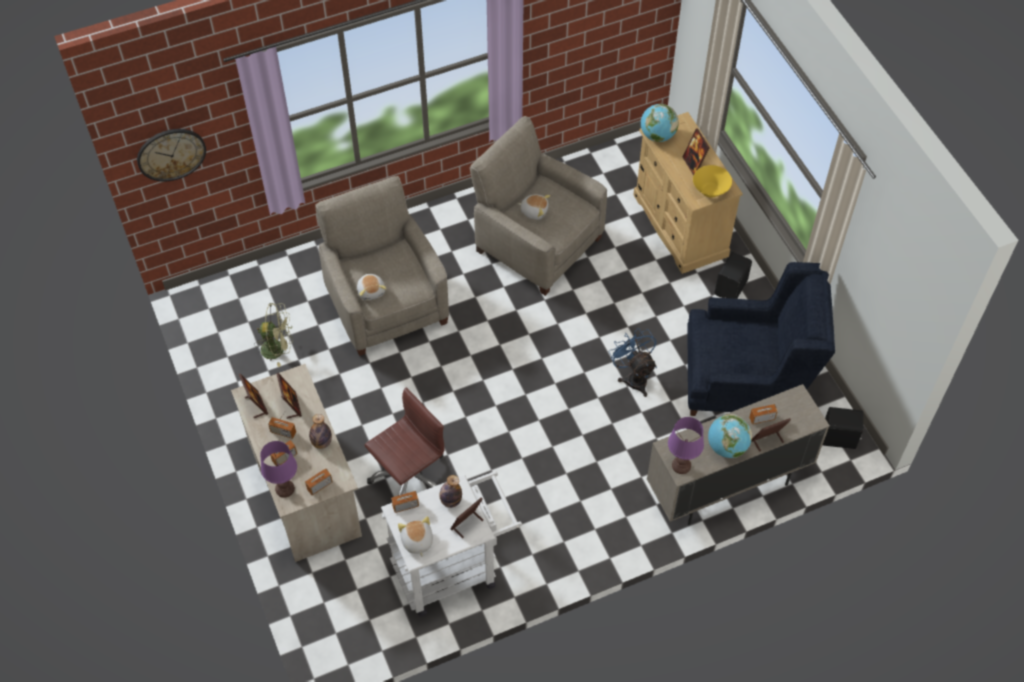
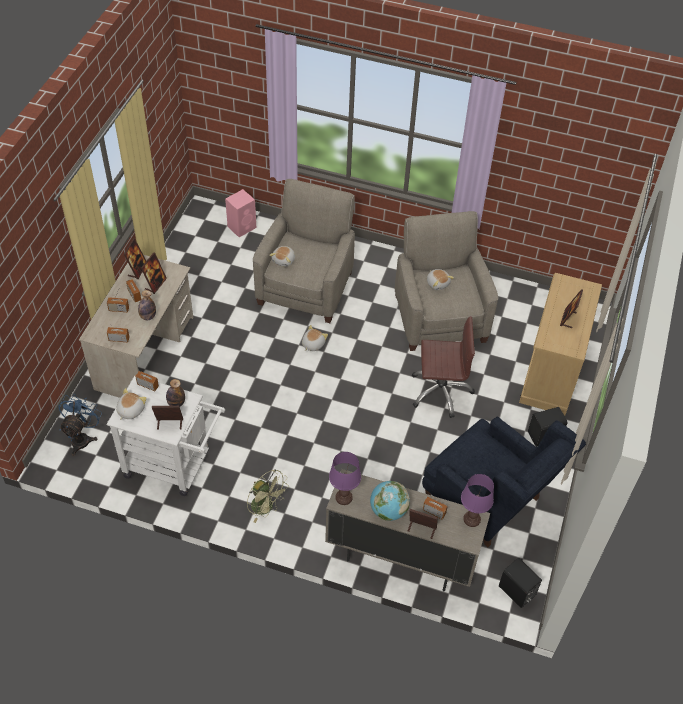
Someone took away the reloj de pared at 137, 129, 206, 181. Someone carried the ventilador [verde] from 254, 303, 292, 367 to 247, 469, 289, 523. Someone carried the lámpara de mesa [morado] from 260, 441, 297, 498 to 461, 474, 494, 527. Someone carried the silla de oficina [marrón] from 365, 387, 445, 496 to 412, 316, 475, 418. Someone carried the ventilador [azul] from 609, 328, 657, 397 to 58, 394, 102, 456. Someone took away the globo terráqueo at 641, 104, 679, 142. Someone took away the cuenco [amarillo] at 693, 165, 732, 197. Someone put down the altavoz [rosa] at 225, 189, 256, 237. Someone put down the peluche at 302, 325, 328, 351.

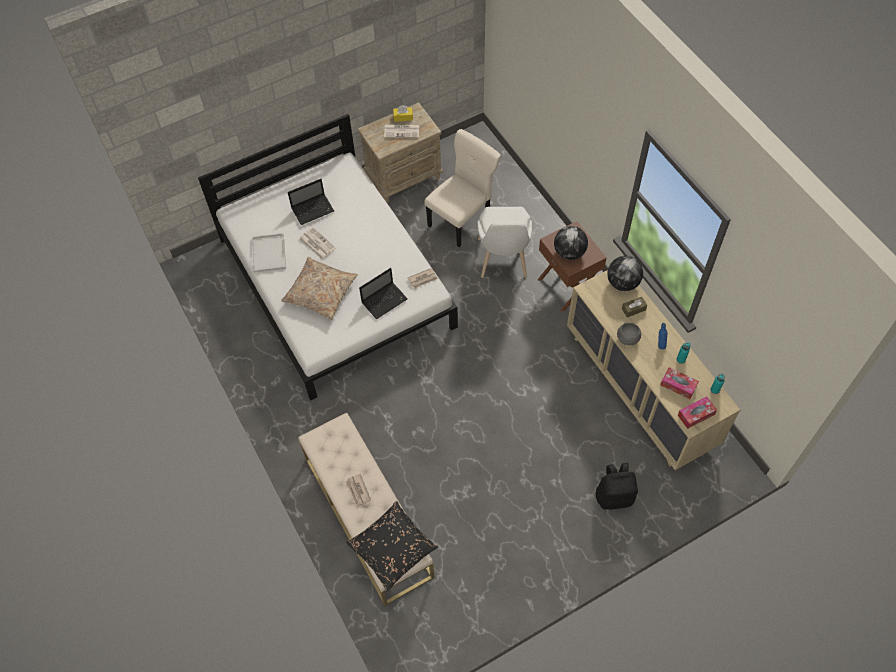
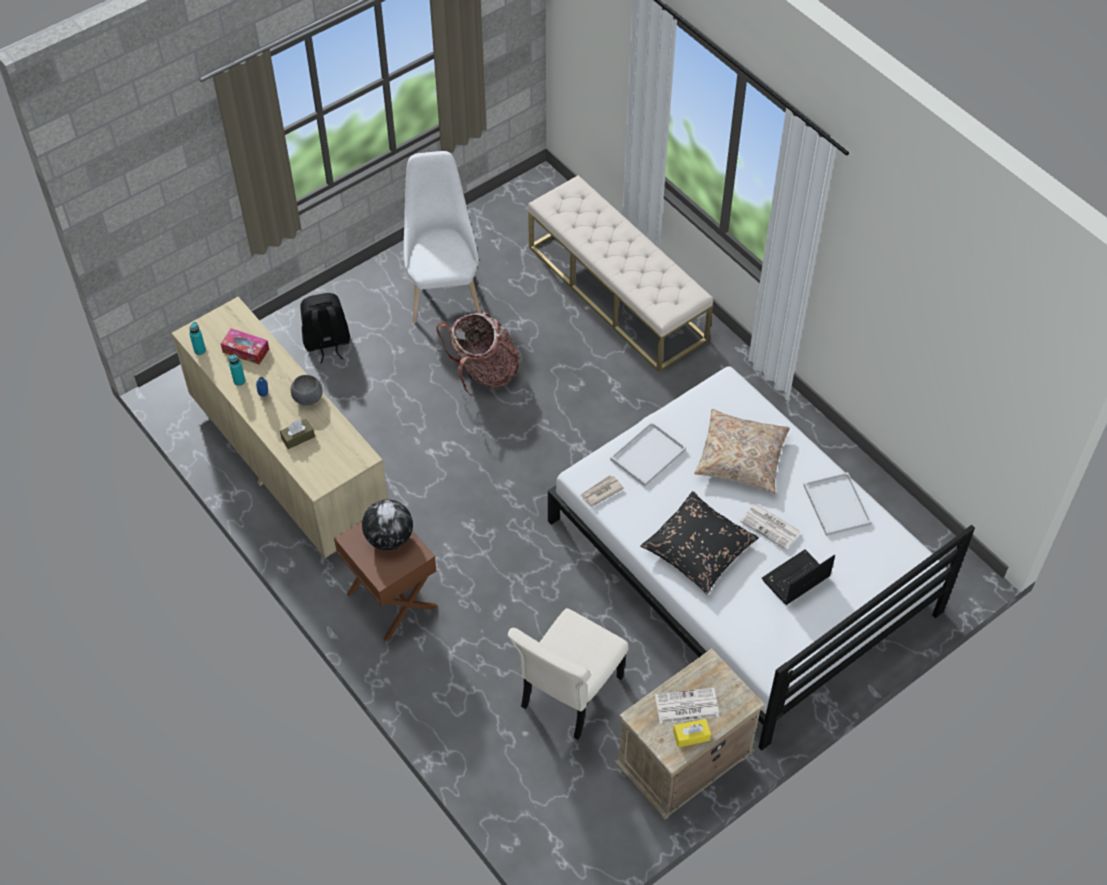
Someone took away the periódico at 345, 474, 371, 507. Someone carried the cojín [negro] from 346, 501, 438, 591 to 641, 491, 759, 594. Someone swapped the portátil at 359, 268, 408, 319 for the bandeja [blanco] at 610, 422, 686, 487. Someone carried the silla [blanco] from 477, 207, 532, 278 to 404, 151, 481, 324. Someone took away the globo terráqueo at 607, 256, 643, 291. Someone took away the caja de pañuelos at 678, 396, 717, 429. Someone put down the mochila at 436, 312, 519, 395.

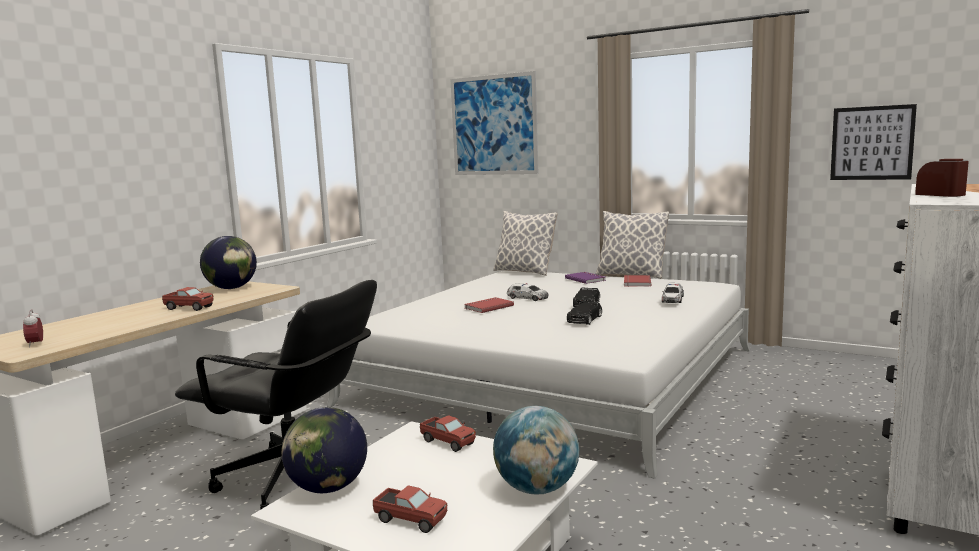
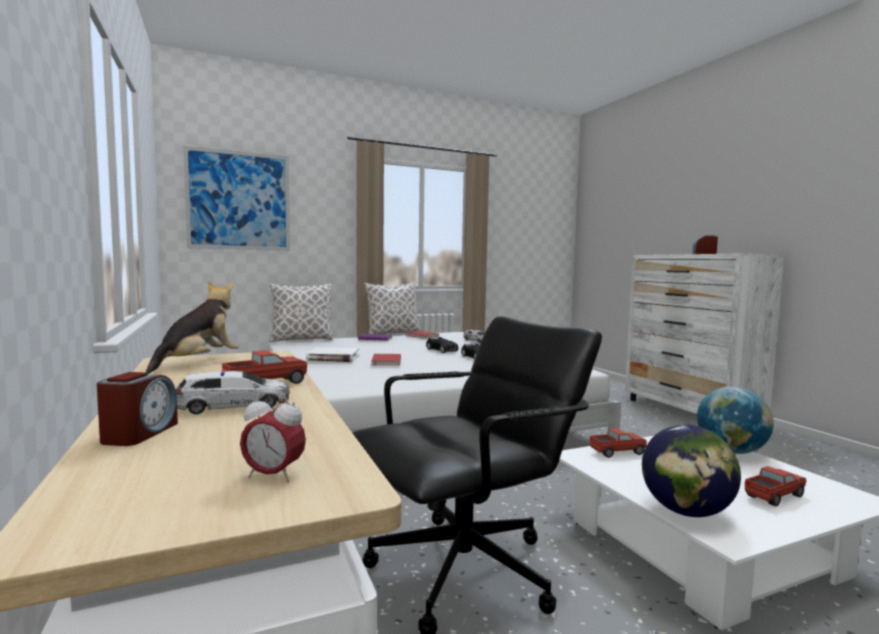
Someone swapped the globo terráqueo at 200, 236, 257, 289 for the peluche at 146, 281, 239, 374. Someone carried the coche de juguete from 507, 283, 548, 301 to 176, 369, 290, 414. Someone took away the cuadro at 830, 104, 917, 180. Someone put down the despertador at 97, 372, 178, 446. Someone put down the libro [blanco] at 306, 347, 359, 362.

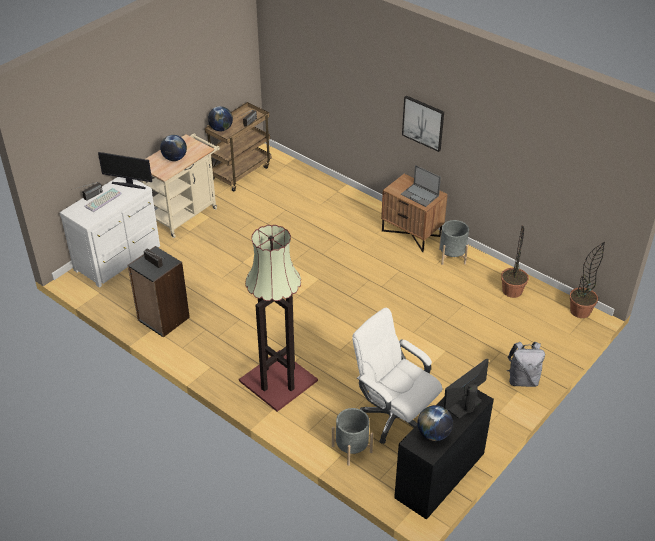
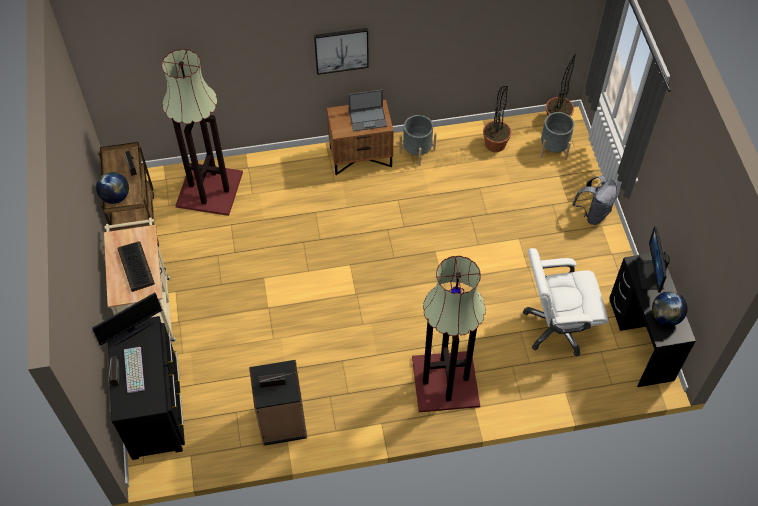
Someone repainted the cómoda [blanco] at 59, 177, 160, 288, which became the cómoda [negro] at 108, 316, 185, 460. Someone swapped the globo terráqueo at 160, 135, 187, 161 for the teclado at 118, 242, 155, 292. Someone carried the maceta [gris] from 332, 408, 373, 466 to 540, 112, 574, 160. Someone put down the lámpara de pie at 162, 49, 243, 216.

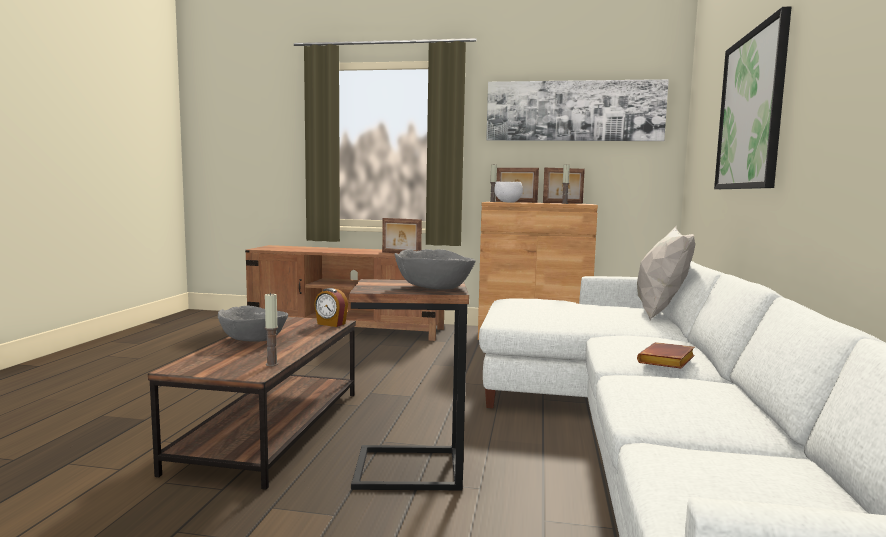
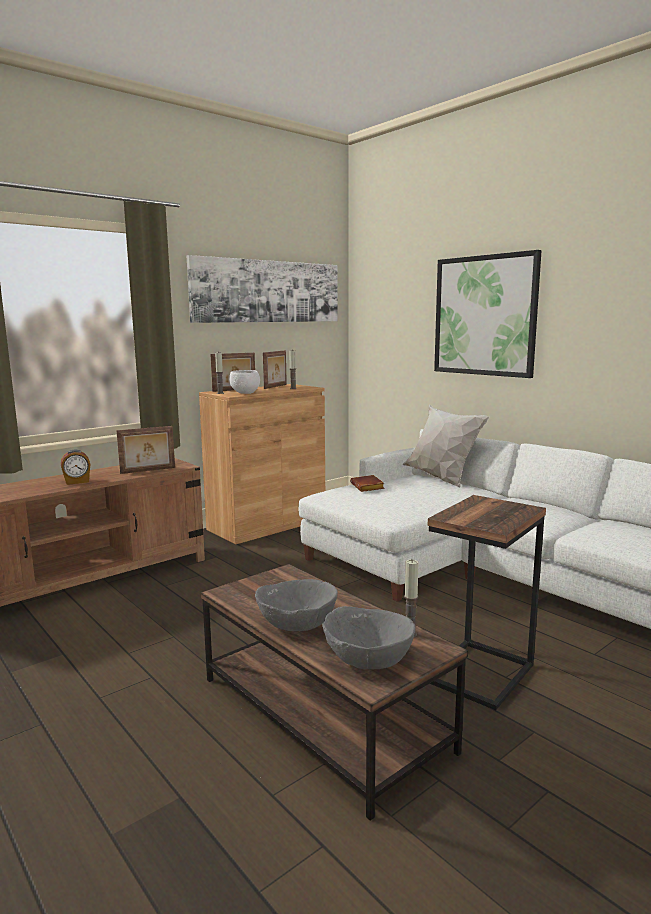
Someone carried the despertador from 314, 288, 348, 327 to 61, 450, 91, 485. Someone carried the cuenco [gris] from 395, 249, 476, 290 to 322, 606, 415, 669. Someone carried the libro [marrón] from 637, 342, 695, 369 to 350, 475, 385, 492.

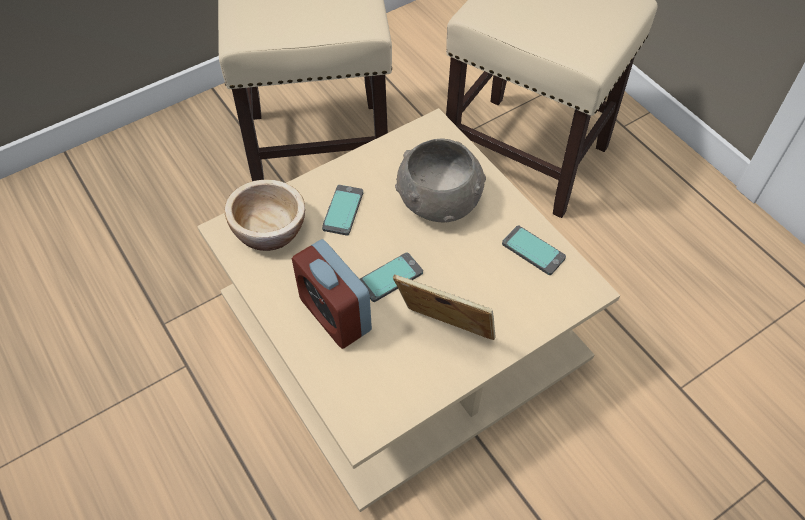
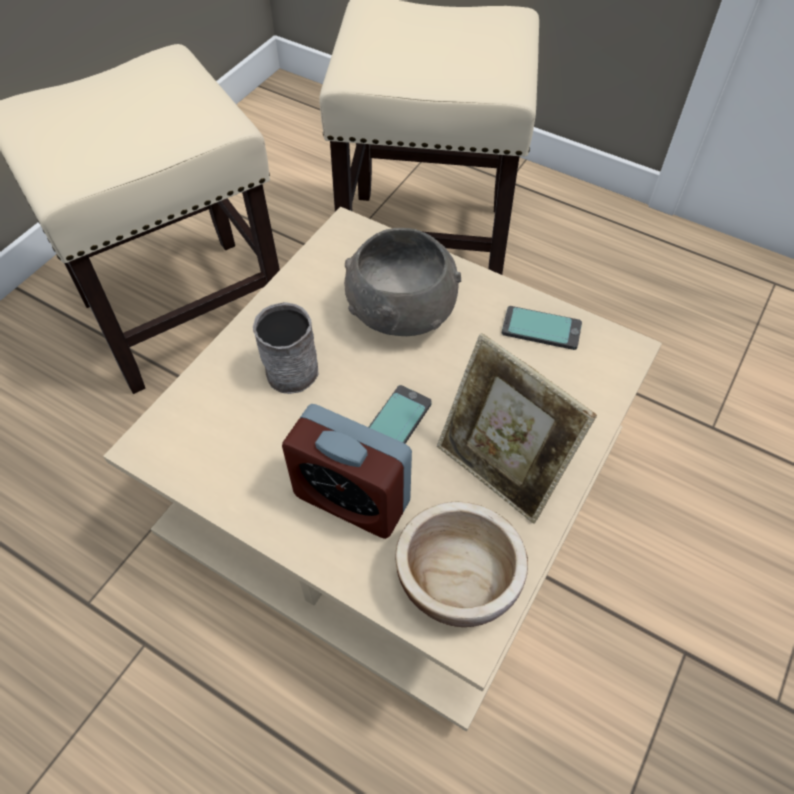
Someone carried the cuenco from 225, 180, 305, 251 to 396, 501, 528, 627. Someone swapped the móvil at 322, 185, 363, 236 for the taza grande [gris] at 253, 302, 319, 394. Someone rotated the portarretratos at 393, 274, 496, 340 by 135 degrees counterclockwise.

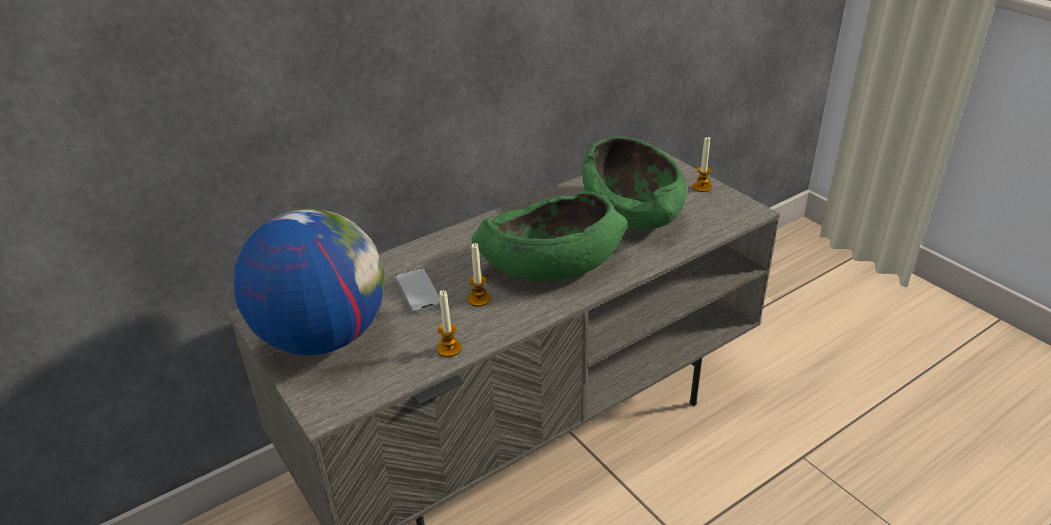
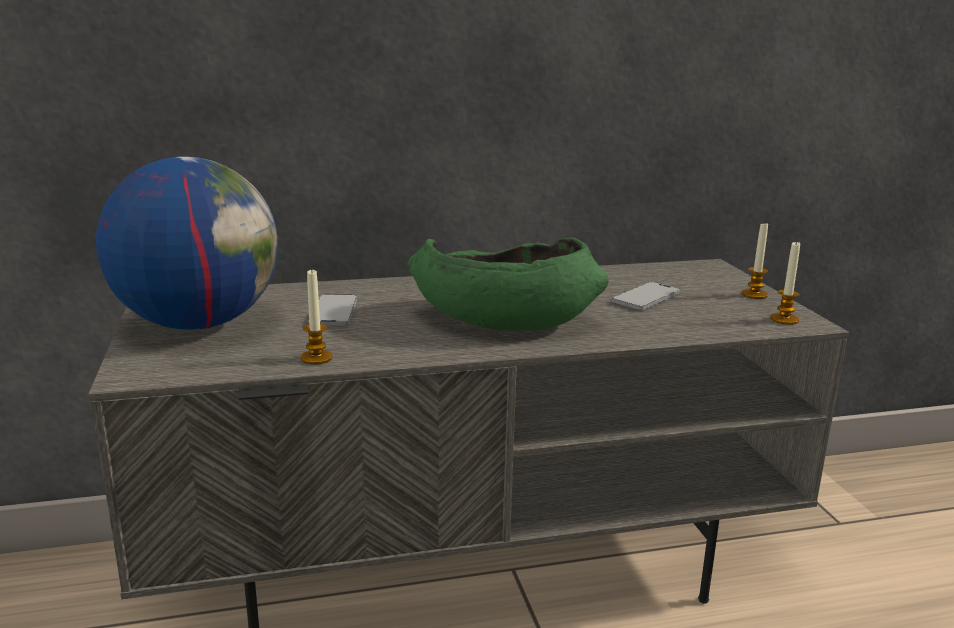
Someone carried the vela from 468, 243, 491, 307 to 770, 240, 800, 325. Someone swapped the cuenco [verde] at 583, 136, 687, 230 for the móvil at 612, 282, 680, 310.

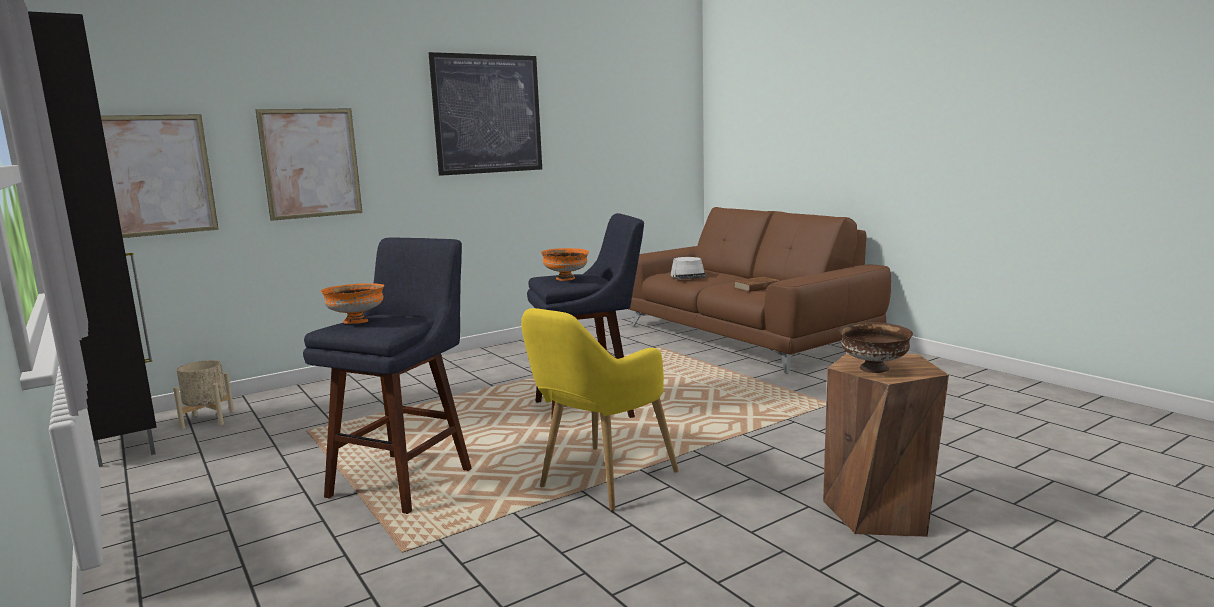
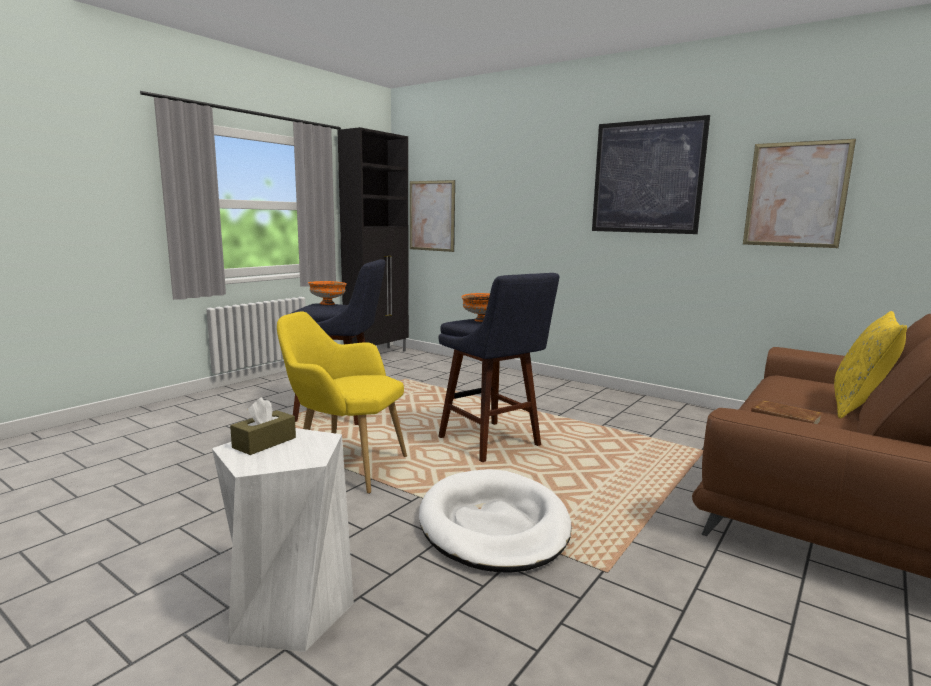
Someone took away the maceta [beis] at 173, 360, 234, 429. Someone carried the cuadro from 255, 109, 362, 221 to 743, 139, 856, 248. Someone took away the sombrero [gris] at 671, 257, 708, 279. Someone repainted the taburete [marrón] at 823, 353, 949, 537, which became the taburete [blanco] at 212, 428, 354, 652. Someone swapped the cuenco [marrón] at 840, 322, 913, 373 for the caja de pañuelos [marrón] at 230, 397, 296, 455. Someone put down the cama para perro [blanco] at 419, 469, 572, 573. Someone put down the cojín [amarillo] at 834, 311, 907, 418.

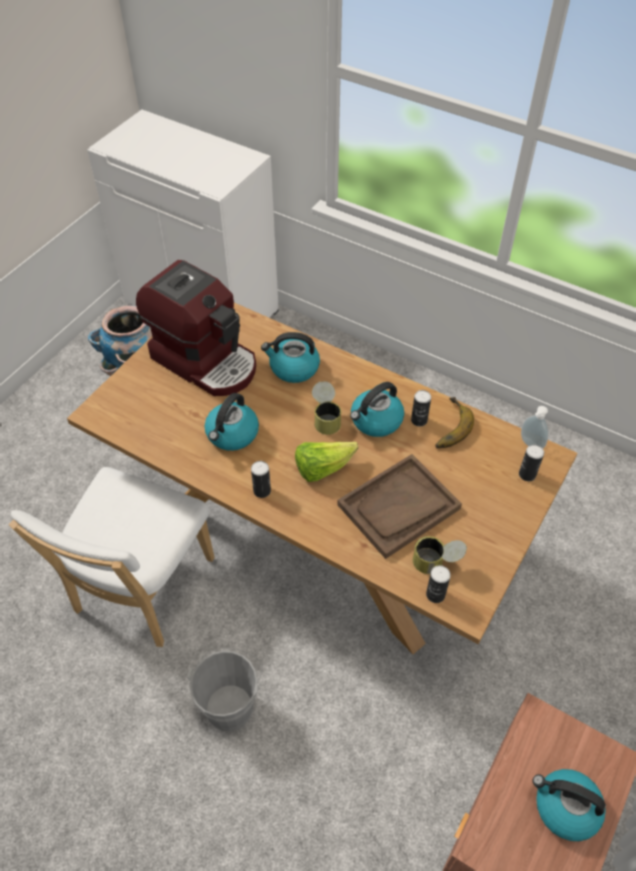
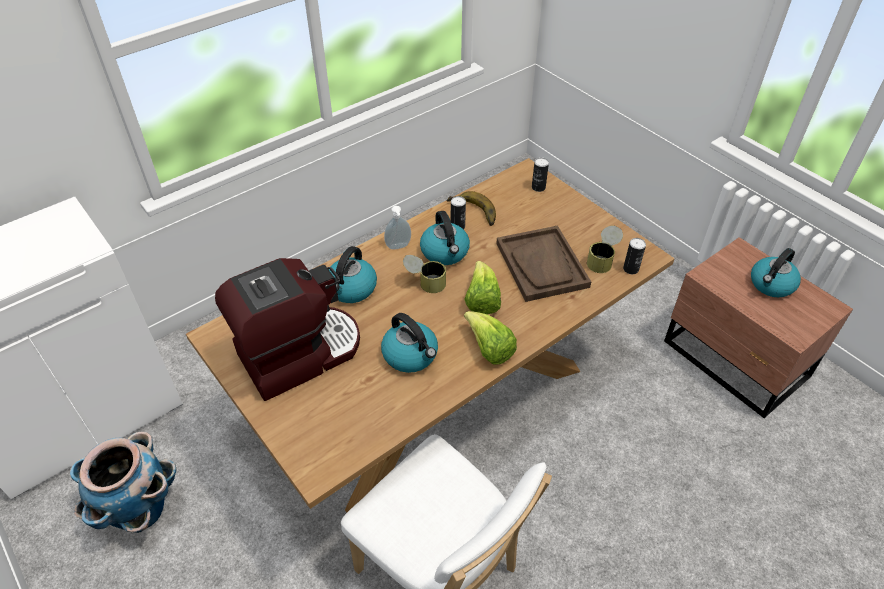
Someone took away the cubo [gris] at 187, 648, 263, 732. Someone swapped the lata at 251, 461, 271, 498 for the lechuga at 464, 311, 517, 365. Someone carried the dispensador de jabón from 521, 406, 549, 448 to 384, 206, 411, 250.

